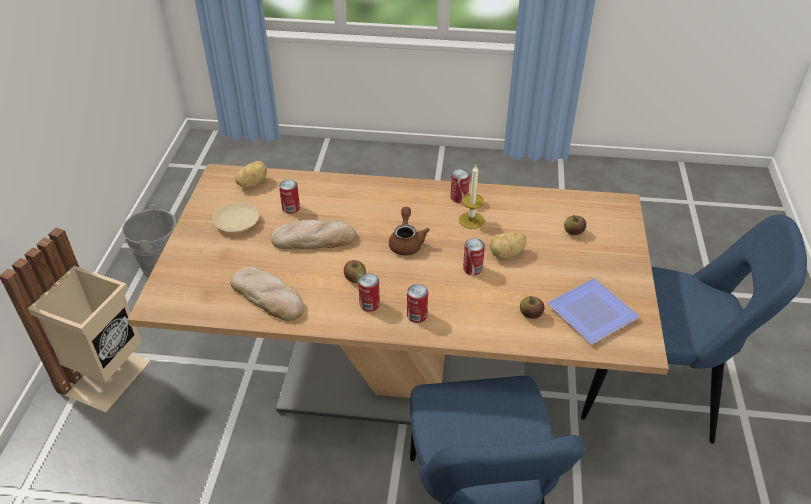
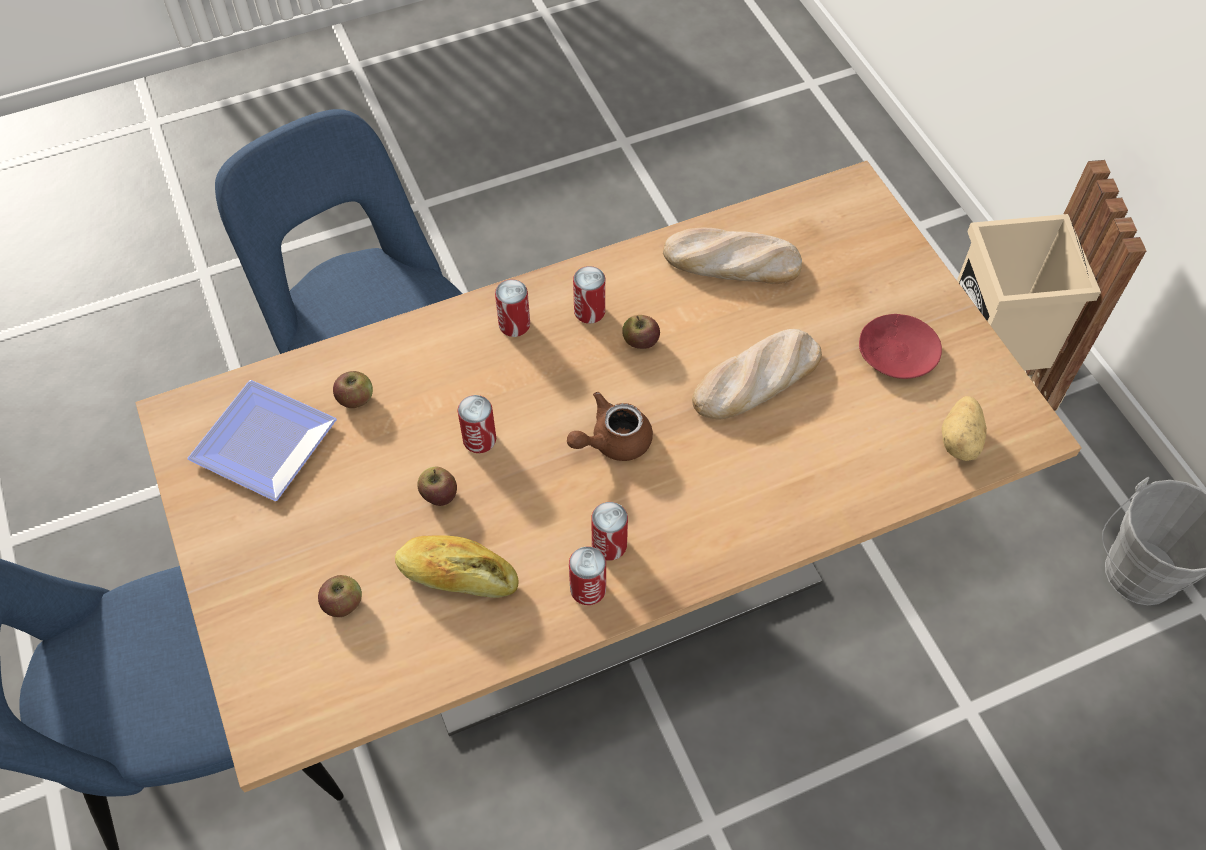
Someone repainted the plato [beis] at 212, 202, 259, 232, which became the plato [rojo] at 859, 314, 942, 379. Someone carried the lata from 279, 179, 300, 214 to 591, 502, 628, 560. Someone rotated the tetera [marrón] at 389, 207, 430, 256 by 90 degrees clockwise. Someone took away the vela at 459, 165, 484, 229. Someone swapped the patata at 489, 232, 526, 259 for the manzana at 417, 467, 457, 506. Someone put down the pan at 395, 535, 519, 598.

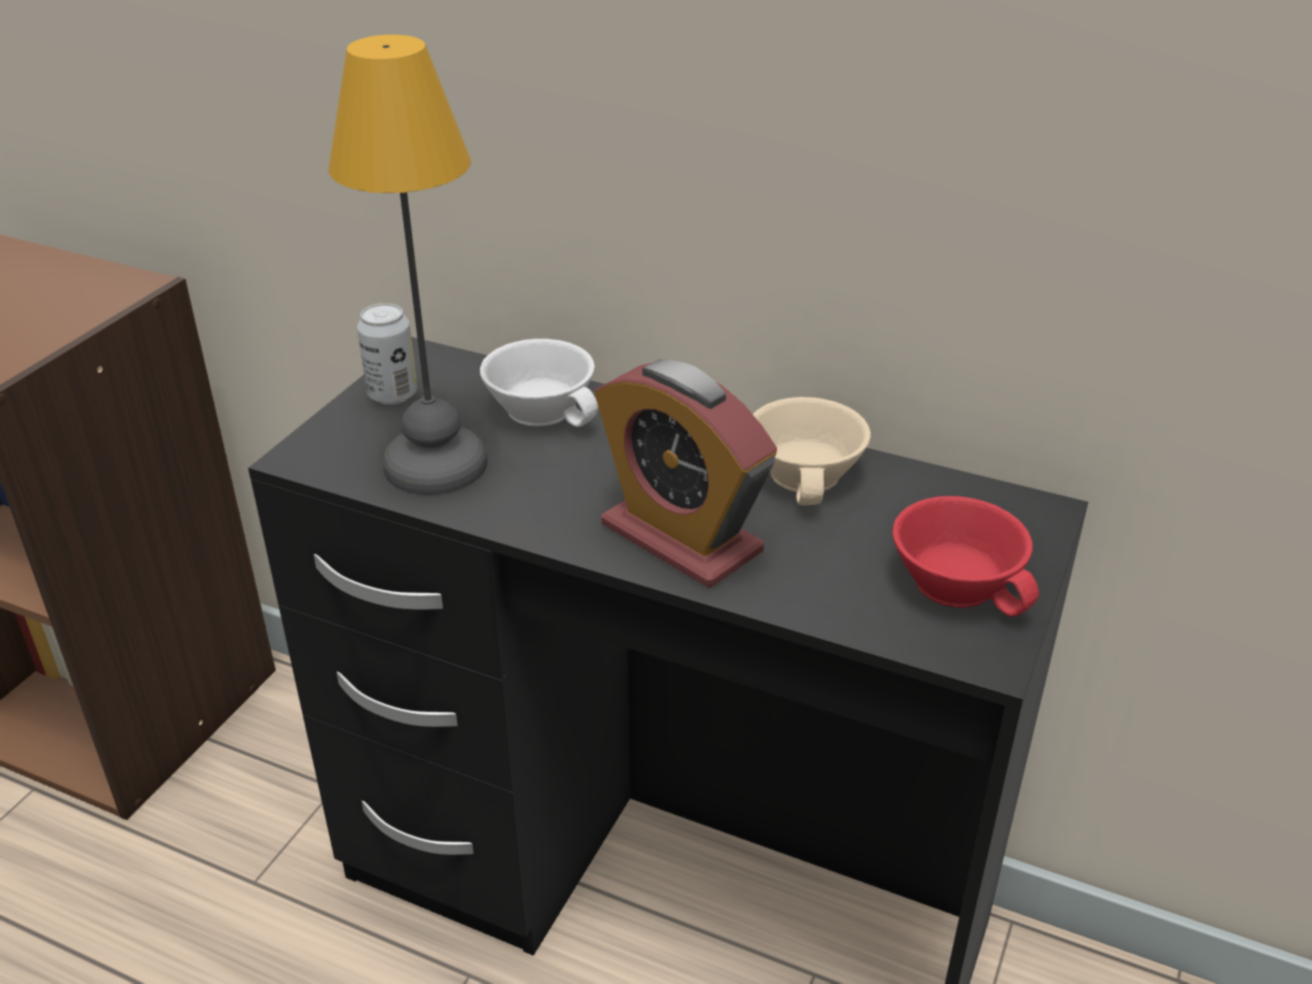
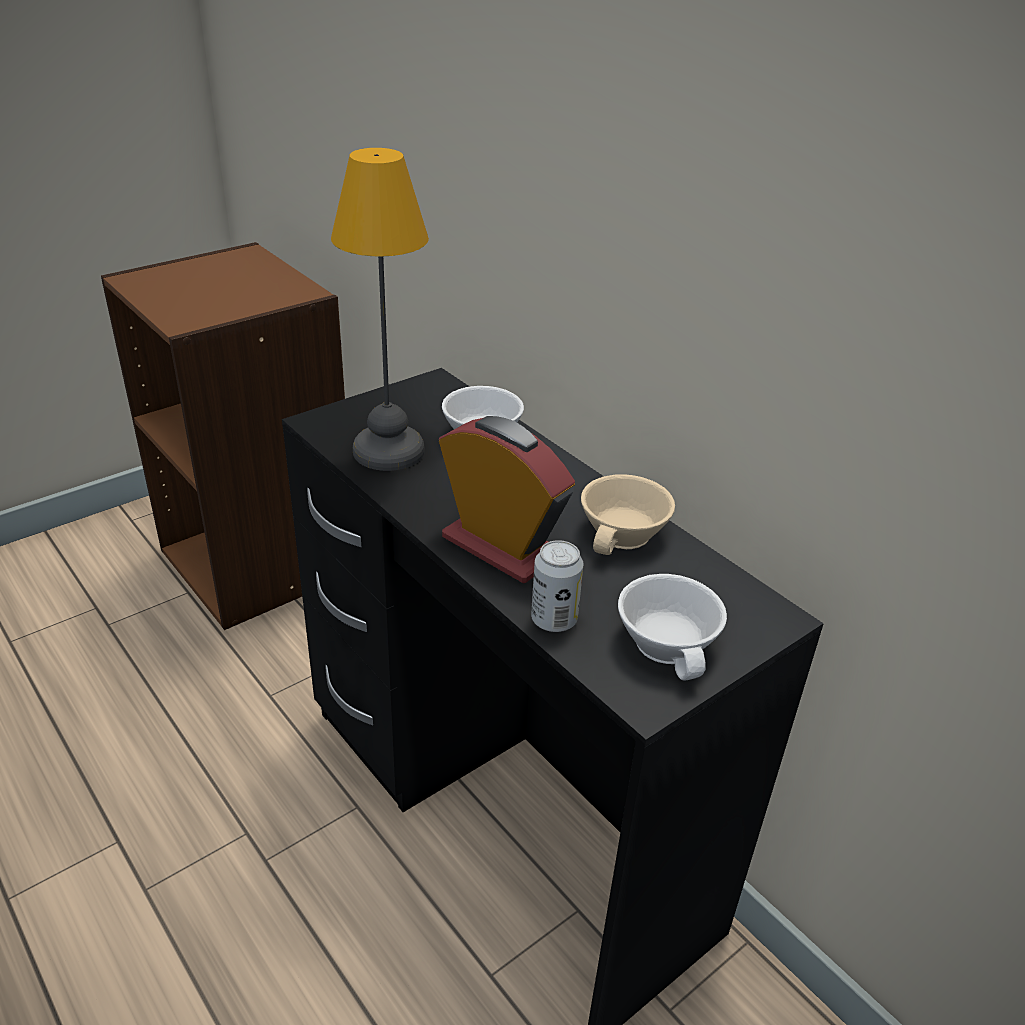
Someone carried the lata from 357, 303, 417, 405 to 531, 540, 583, 632. Someone rotated the despertador at 595, 360, 777, 588 by 150 degrees clockwise. Someone repainted the taza [rojo] at 893, 496, 1039, 617, which became the taza [blanco] at 618, 574, 727, 681.

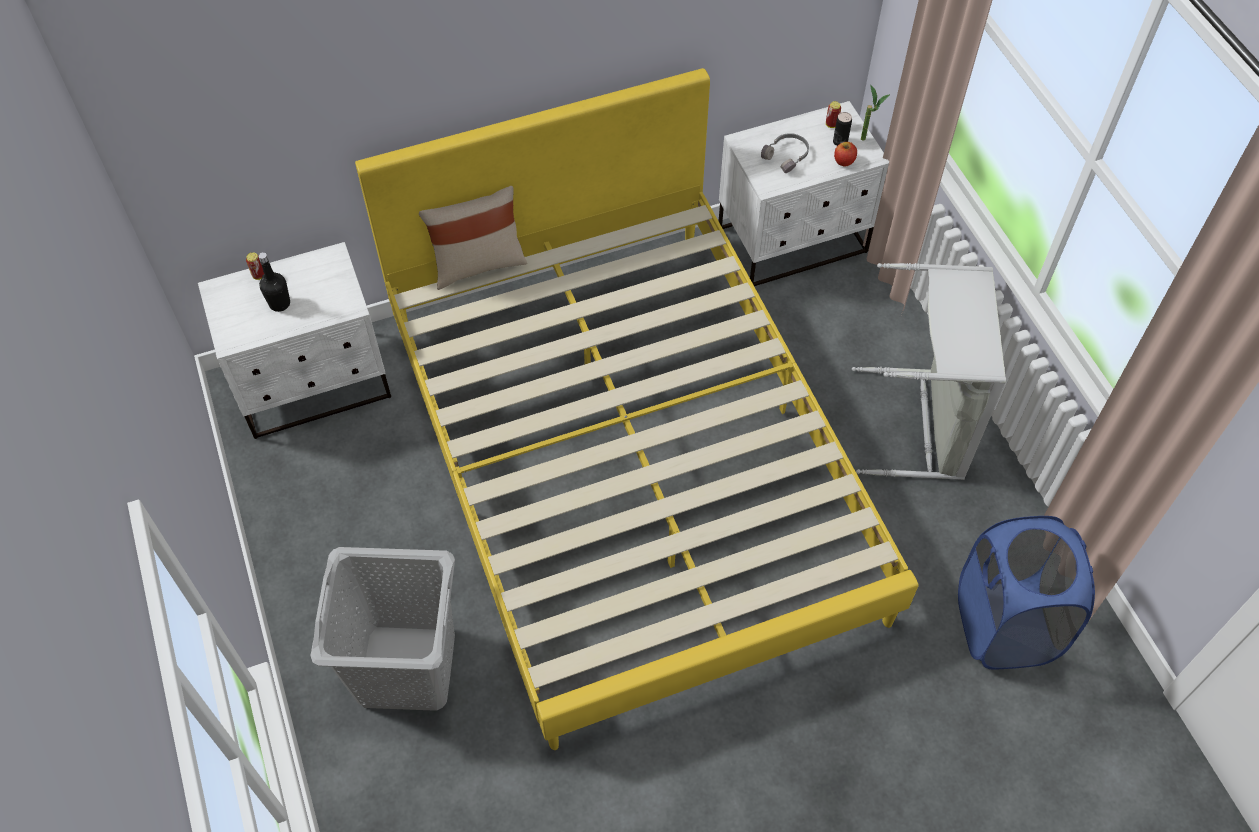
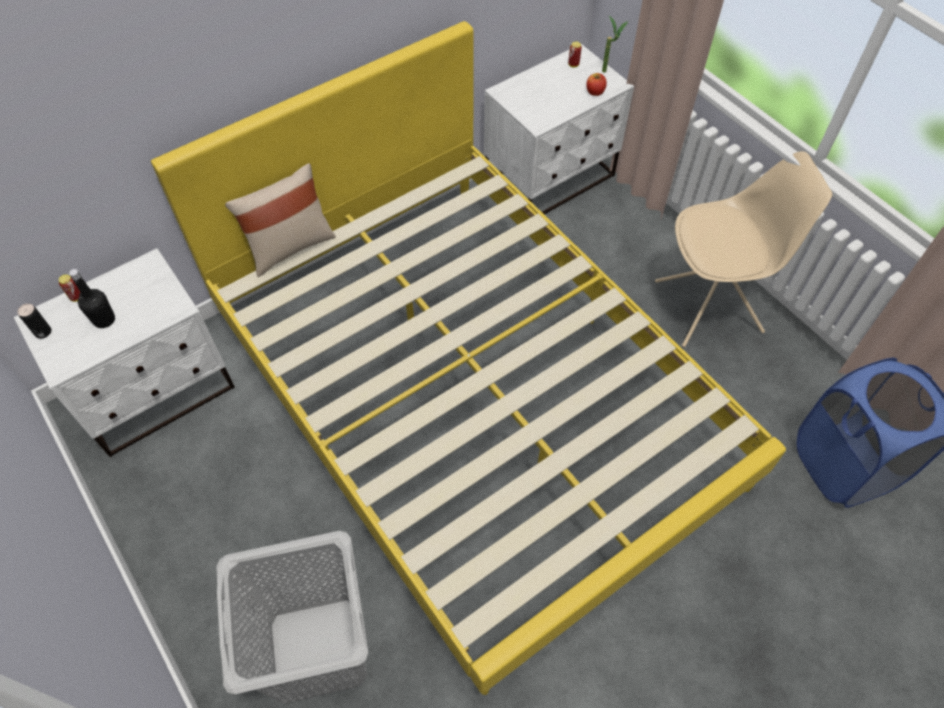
Someone took away the auriculares [gris] at 761, 133, 809, 173. Someone carried the lata from 833, 112, 852, 146 to 17, 303, 51, 339. Someone swapped the cesto de la ropa [gris] at 852, 263, 1006, 480 for the silla [beis] at 655, 151, 832, 347.

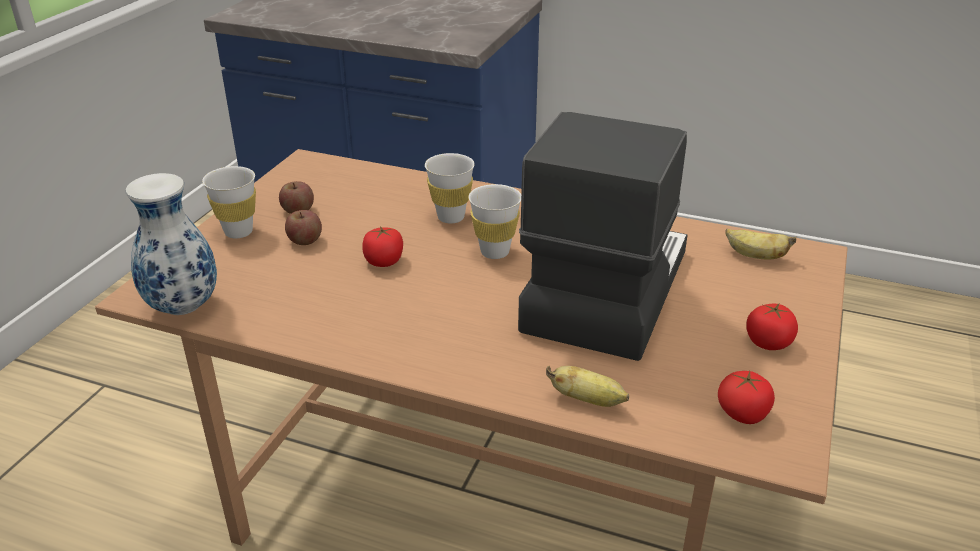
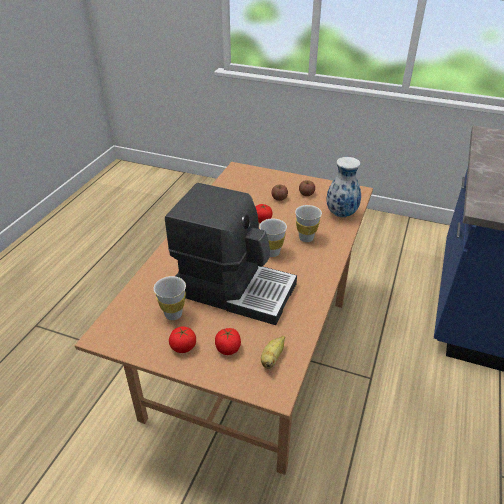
Someone carried the florero from 126, 173, 217, 315 to 326, 157, 361, 217. Someone carried the taza [blanco] from 202, 166, 256, 239 to 154, 276, 186, 320. Someone took away the plátano at 546, 366, 629, 407. Someone carried the tomate from 718, 371, 775, 424 to 215, 328, 241, 355.

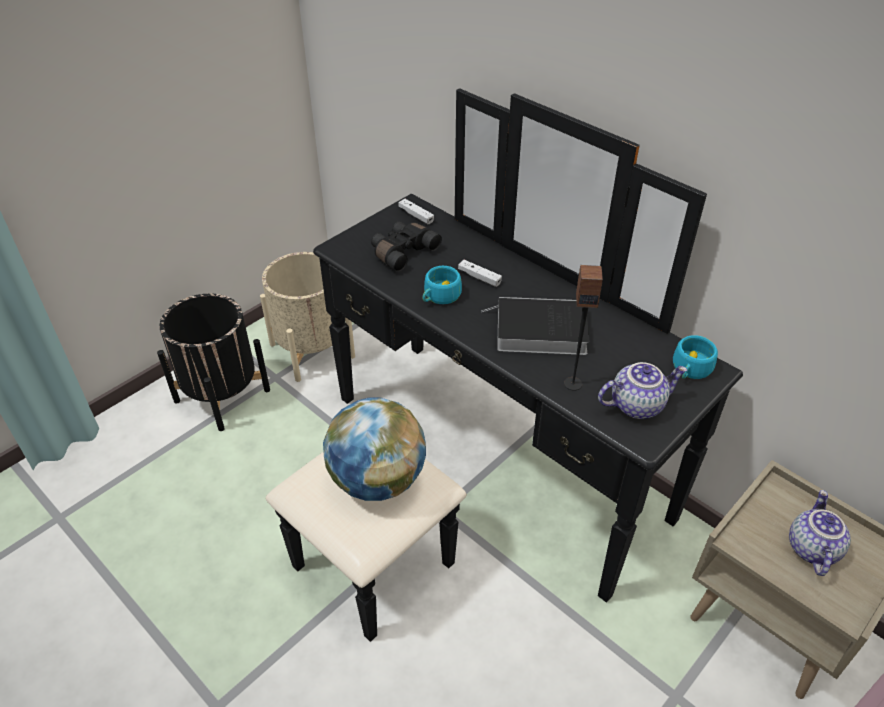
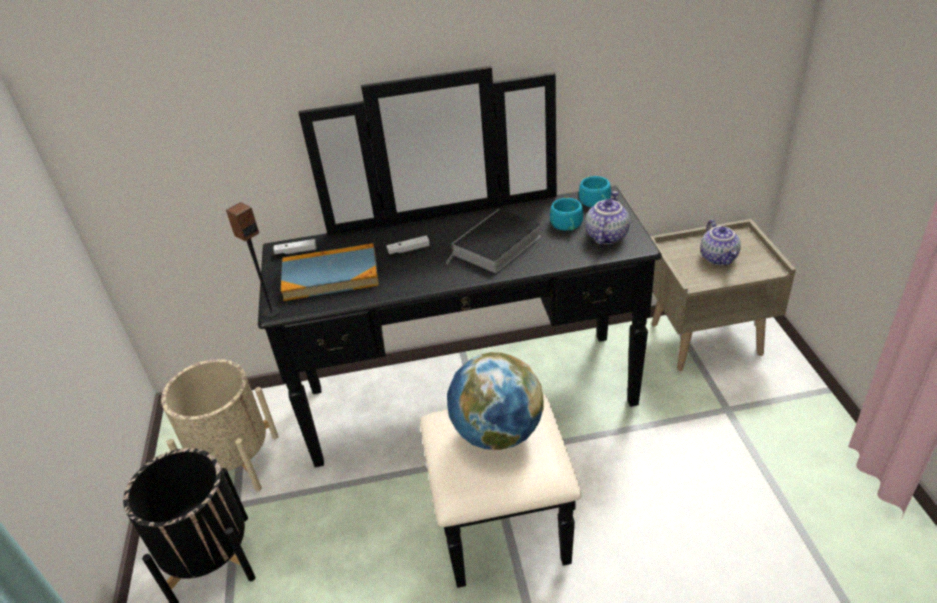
Someone swapped the prismáticos [negro] at 371, 222, 442, 272 for the libro at 281, 243, 379, 301. Someone carried the taza [turquesa] from 422, 266, 462, 304 to 550, 198, 583, 231. Someone carried the altavoz from 564, 265, 603, 391 to 226, 202, 280, 318. Someone rotated the tetera at 789, 490, 851, 576 by 150 degrees counterclockwise.

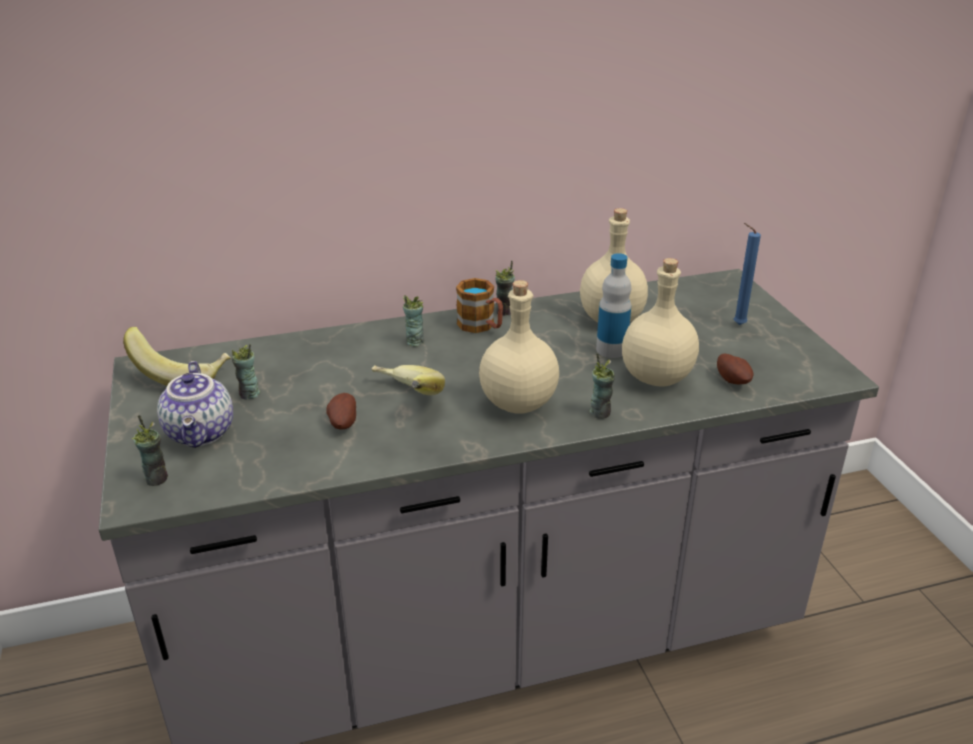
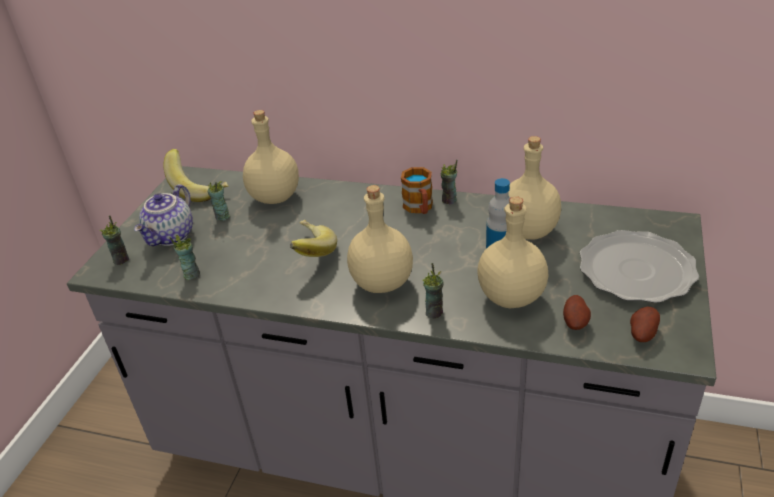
Someone carried the patata from 326, 393, 356, 430 to 630, 307, 660, 342. Someone carried the taza from 403, 295, 424, 347 to 169, 235, 200, 280. Someone swapped the vela [azul] at 734, 223, 761, 325 for the plato at 580, 230, 699, 303. Someone put down the botella [beis] at 243, 110, 299, 204.

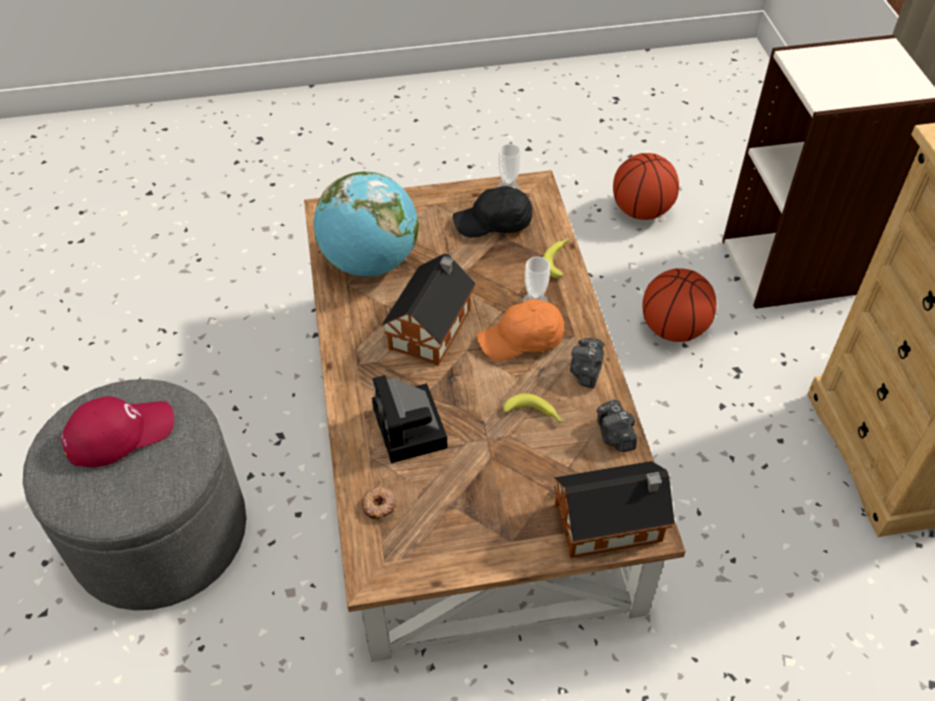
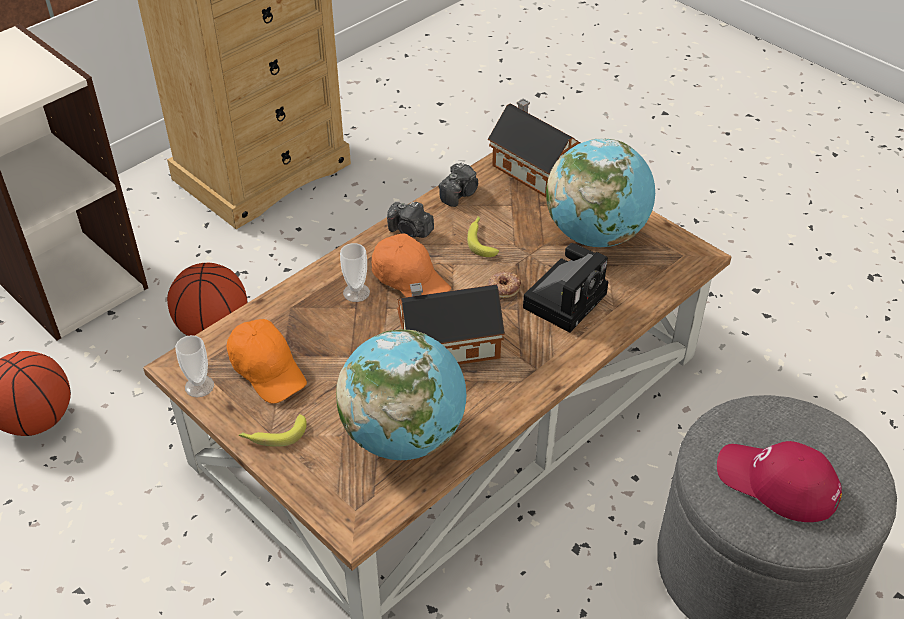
Someone carried the rosquilla from 361, 486, 397, 521 to 487, 271, 521, 298. Someone repainted the gorra [negro] at 453, 186, 533, 238, which became the gorra [naranja] at 227, 319, 307, 404. Someone carried the plátano from 543, 238, 569, 278 to 239, 414, 307, 447. Someone rotated the cámara at 570, 338, 605, 389 by 45 degrees clockwise. Someone put down the globo terráqueo at 546, 138, 655, 247.

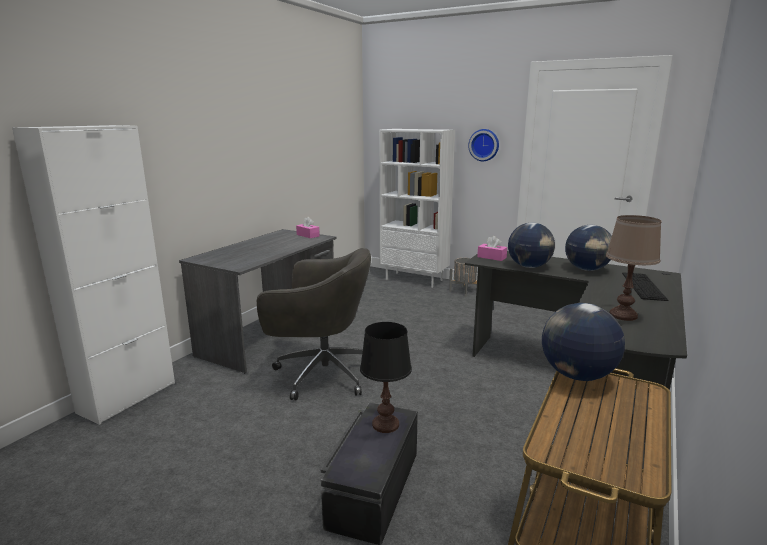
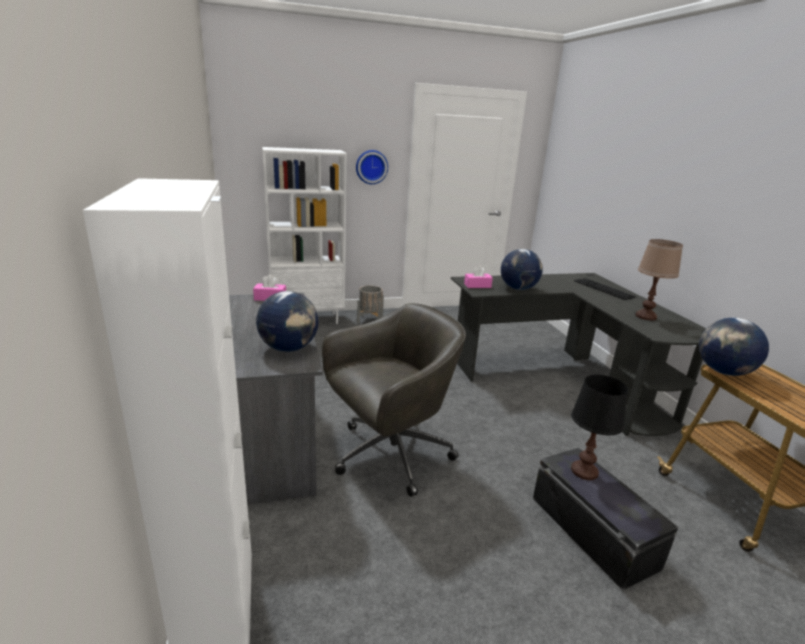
Someone carried the globo terráqueo from 565, 225, 612, 271 to 256, 291, 318, 352.

